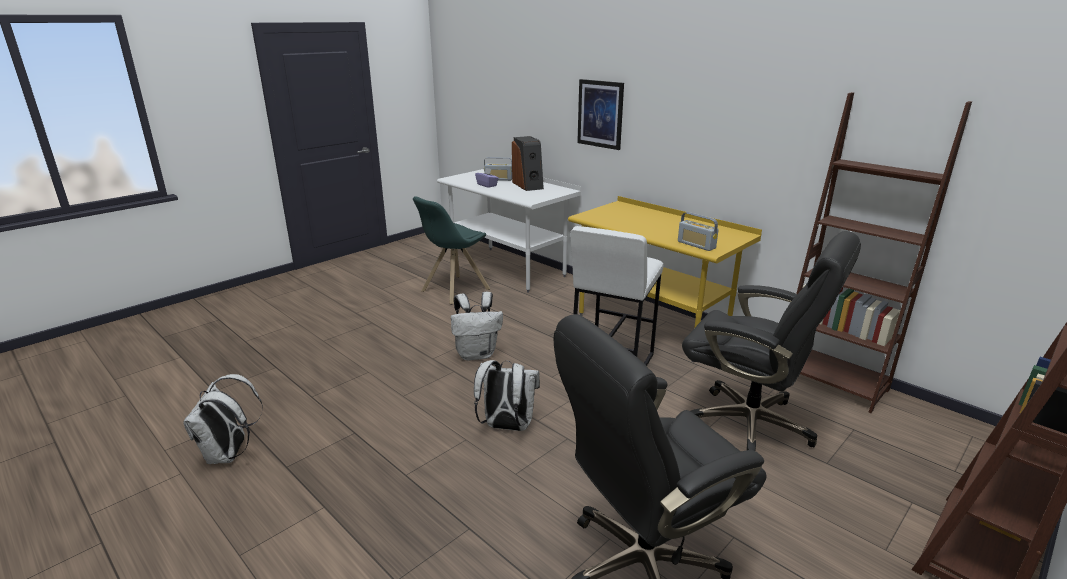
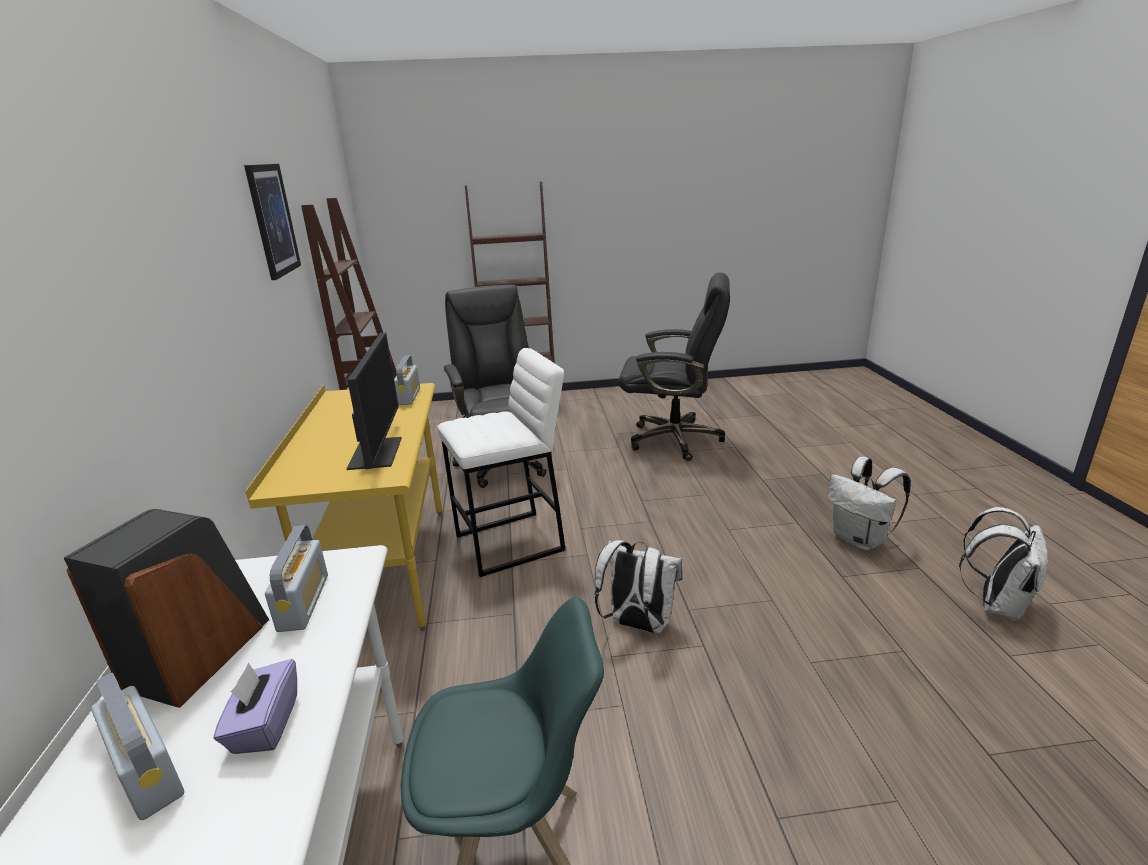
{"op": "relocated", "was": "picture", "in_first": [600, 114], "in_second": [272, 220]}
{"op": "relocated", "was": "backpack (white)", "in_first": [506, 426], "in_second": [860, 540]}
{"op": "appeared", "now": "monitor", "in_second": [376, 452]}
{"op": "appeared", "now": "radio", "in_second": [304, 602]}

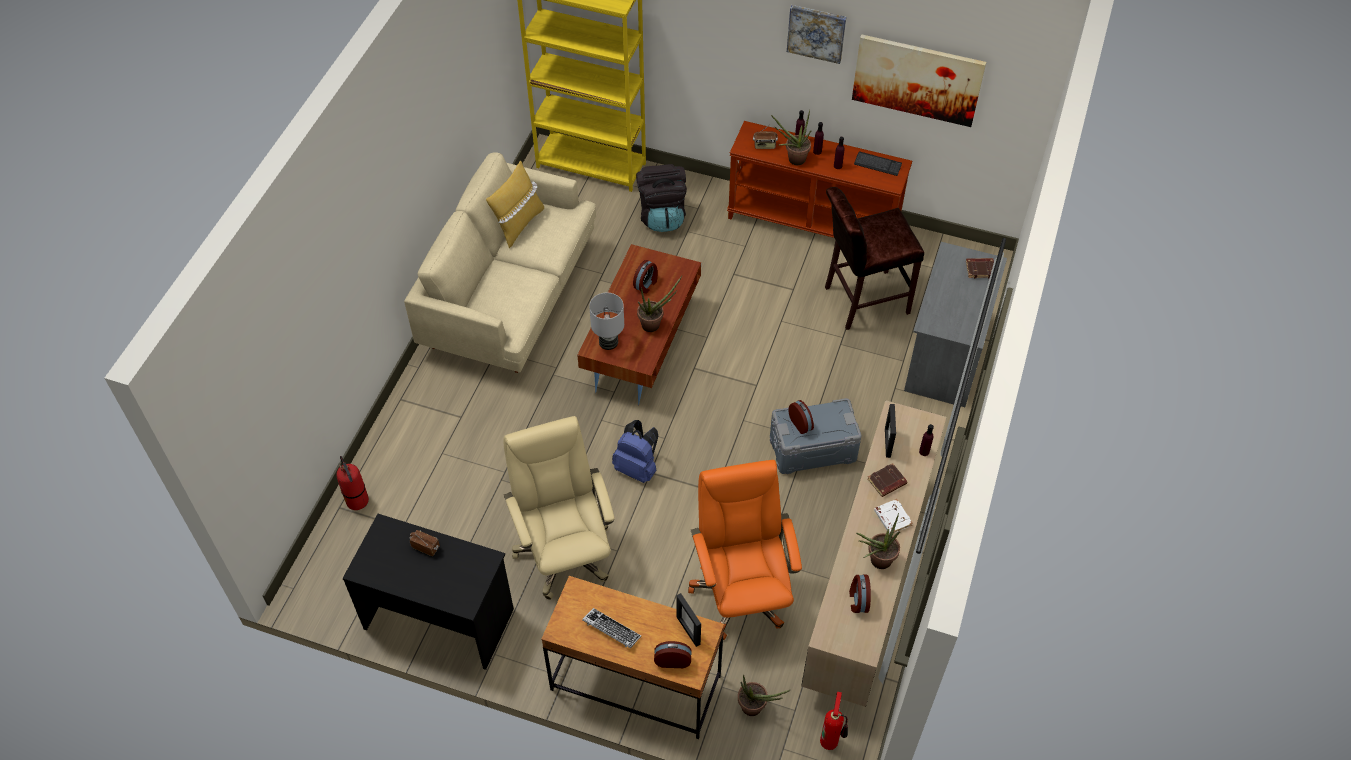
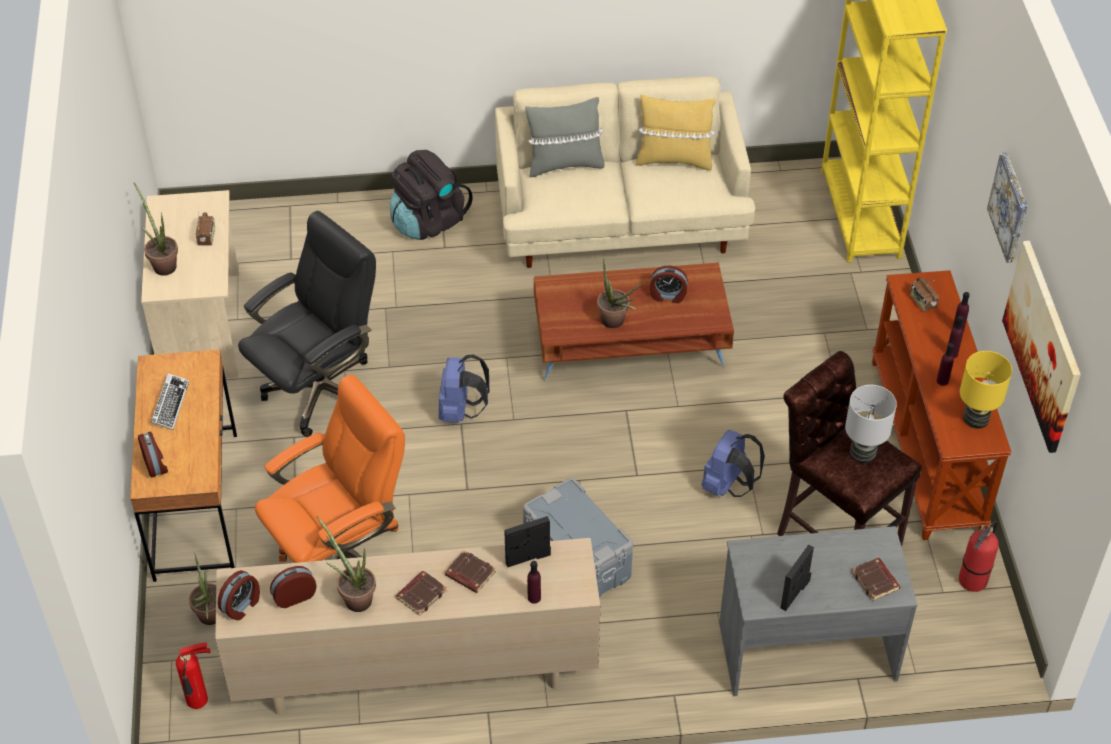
{"op": "relocated", "was": "potted plant", "in_first": [793, 159], "in_second": [162, 264]}
{"op": "exchanged", "was": "keyboard", "now": "table lamp (yellow)", "in_first": [877, 164], "in_second": [976, 419]}
{"op": "relocated", "was": "backpack (black)", "in_first": [662, 215], "in_second": [428, 221]}
{"op": "relocated", "was": "table lamp (grey)", "in_first": [608, 342], "in_second": [862, 453]}
{"op": "relocated", "was": "alarm clock", "in_first": [801, 423], "in_second": [242, 606]}
{"op": "colour", "was": "office chair (beige)", "now": "office chair (black)", "in_first": [565, 556], "in_second": [319, 393]}
{"op": "relocated", "was": "fire extinguisher", "in_first": [357, 501], "in_second": [973, 581]}
{"op": "colour", "was": "book (white)", "now": "book (brown)", "in_first": [892, 518], "in_second": [421, 594]}
{"op": "colour", "was": "desk (black)", "now": "desk (beige)", "in_first": [439, 617], "in_second": [203, 326]}
{"op": "relocated", "was": "picture frame", "in_first": [689, 630], "in_second": [795, 594]}
{"op": "appeared", "now": "pillow (grey)", "in_second": [564, 164]}
{"op": "appeared", "now": "backpack (blue)", "in_second": [728, 485]}

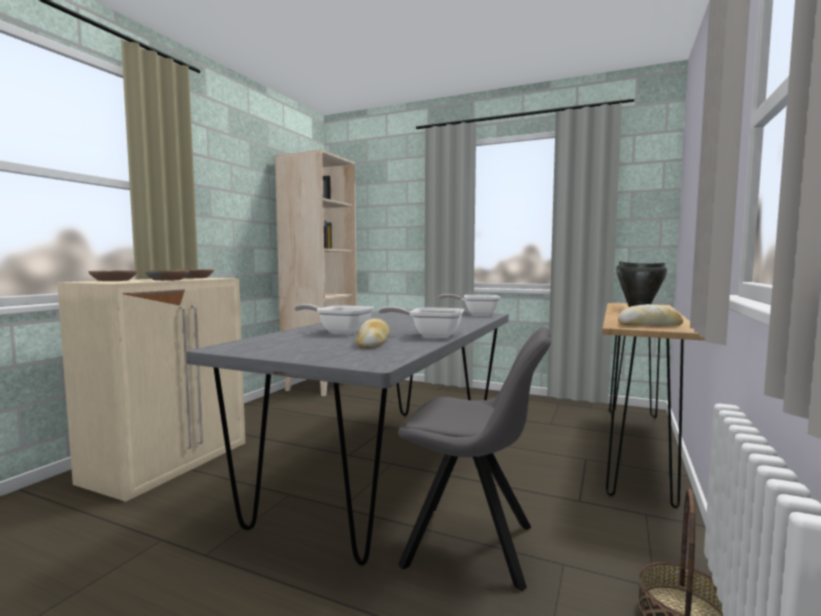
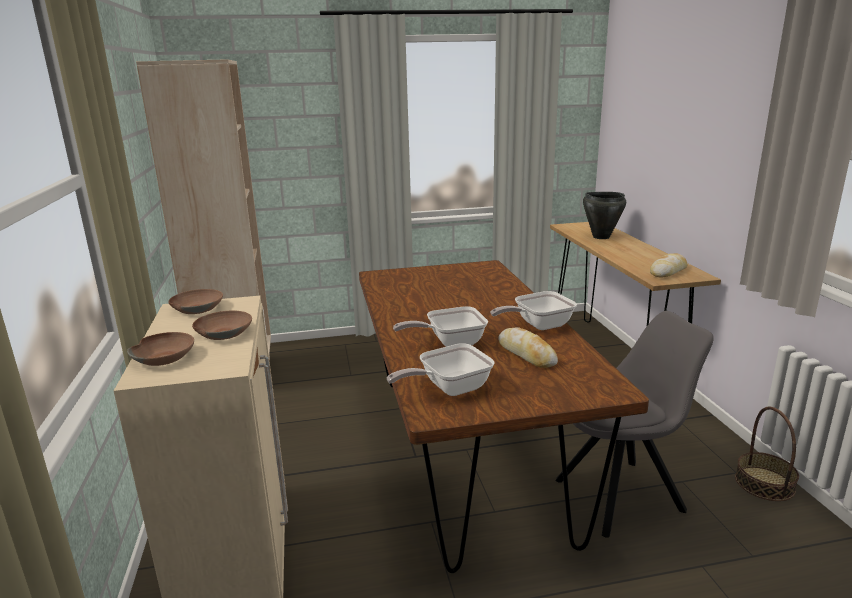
{"op": "relocated", "was": "frying pan", "in_first": [476, 313], "in_second": [449, 389]}
{"op": "colour", "was": "dining table (grey)", "now": "dining table (brown)", "in_first": [388, 464], "in_second": [466, 451]}

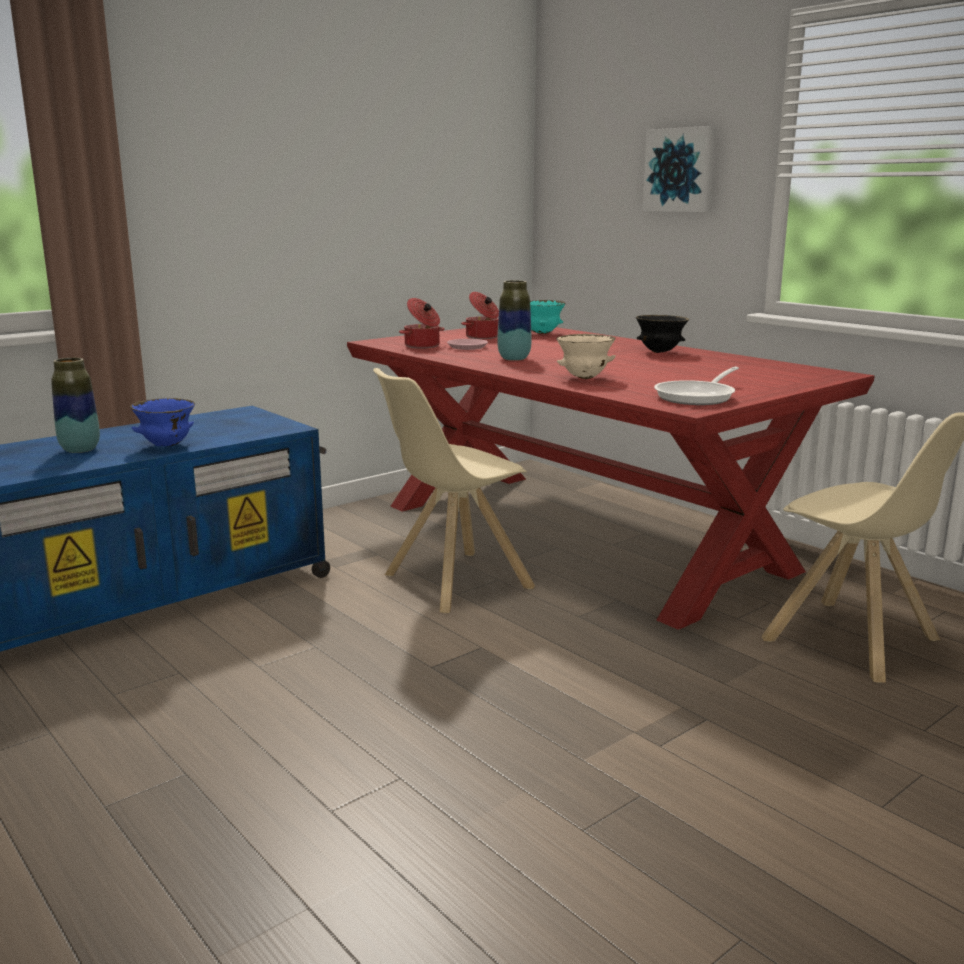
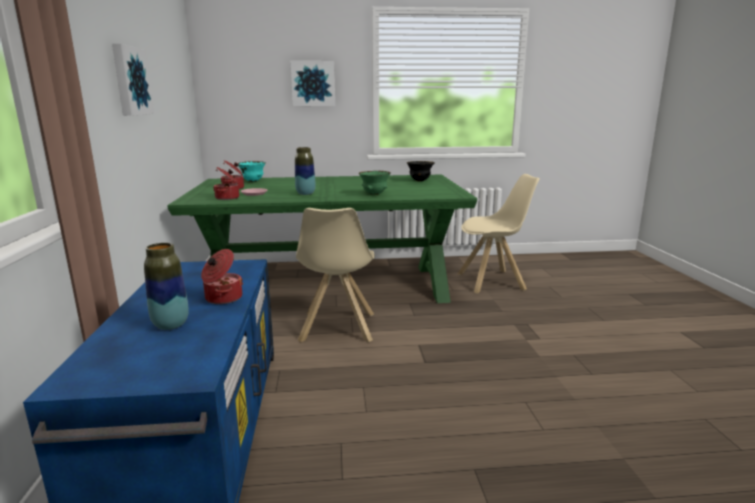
{"op": "relocated", "was": "bowl (black)", "in_first": [659, 352], "in_second": [420, 181]}
{"op": "colour", "was": "dining table (red)", "now": "dining table (green)", "in_first": [580, 536], "in_second": [331, 286]}
{"op": "colour", "was": "bowl (beige)", "now": "bowl (green)", "in_first": [585, 378], "in_second": [374, 194]}
{"op": "missing", "was": "frying pan", "in_first": [698, 397]}
{"op": "exchanged", "was": "bowl (blue)", "now": "cooking pot", "in_first": [166, 446], "in_second": [222, 298]}
{"op": "appeared", "now": "picture", "in_second": [130, 81]}

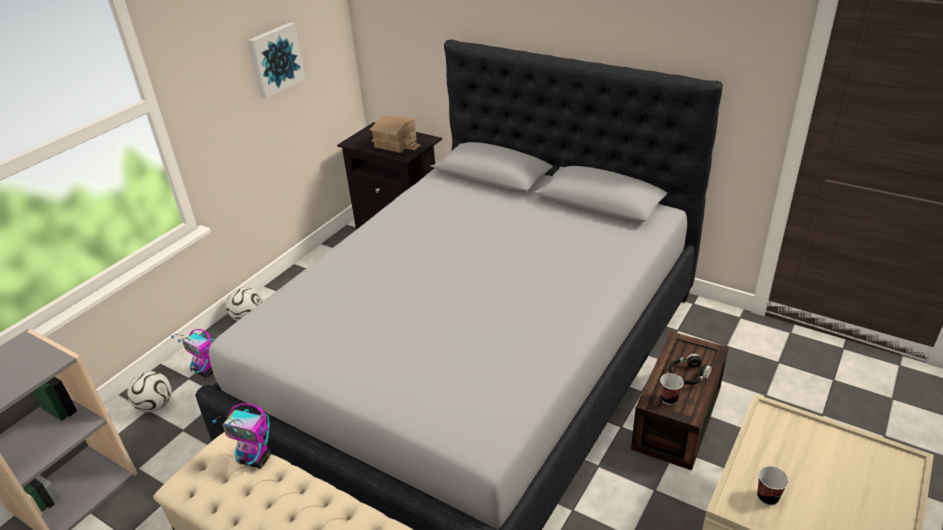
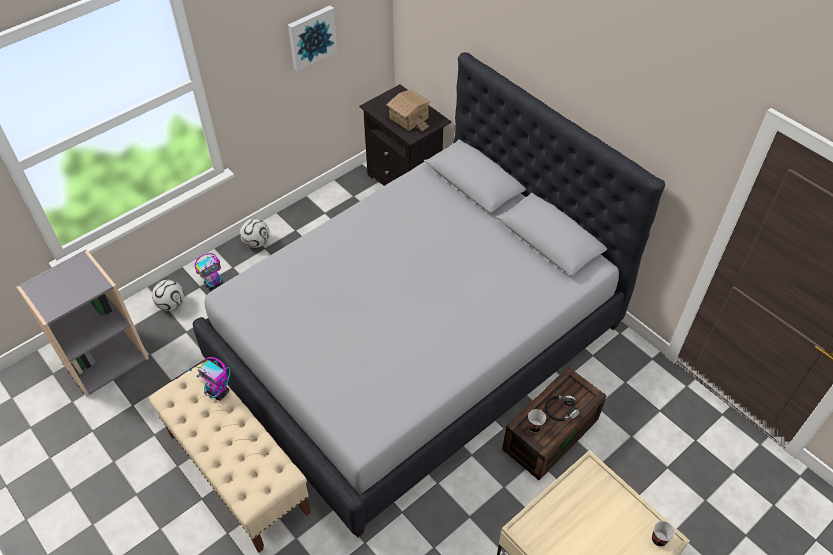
{"op": "spun", "was": "toy robot", "in_first": [206, 371], "in_second": [213, 284], "clockwise": -90}
{"op": "relocated", "was": "cup", "in_first": [767, 497], "in_second": [658, 539]}

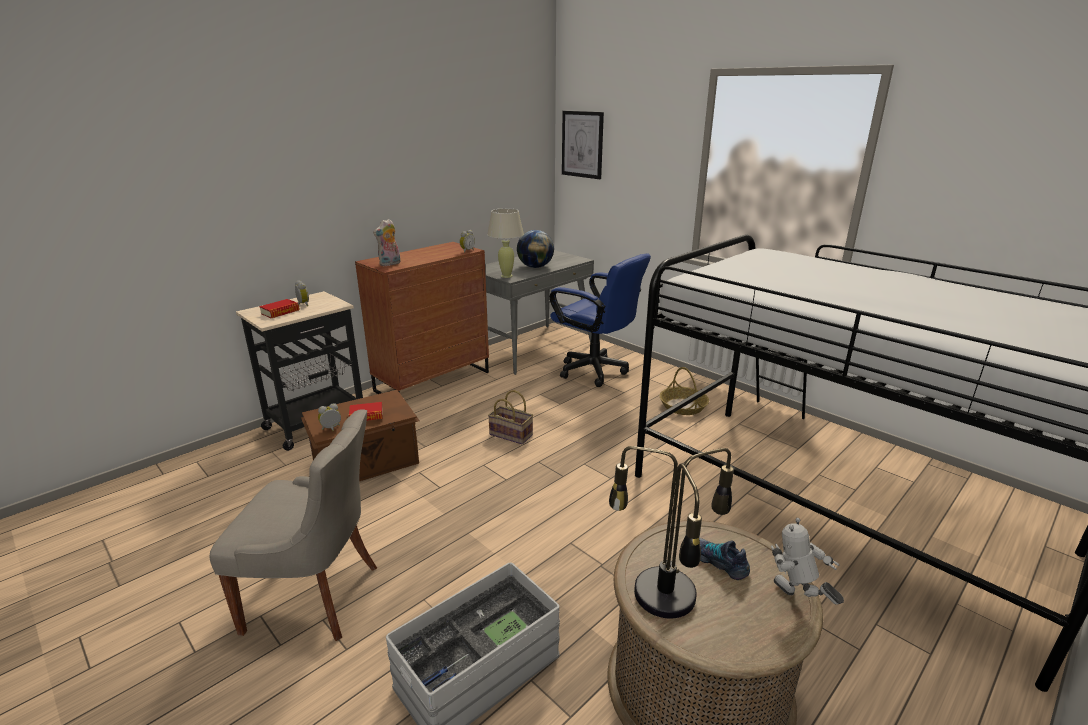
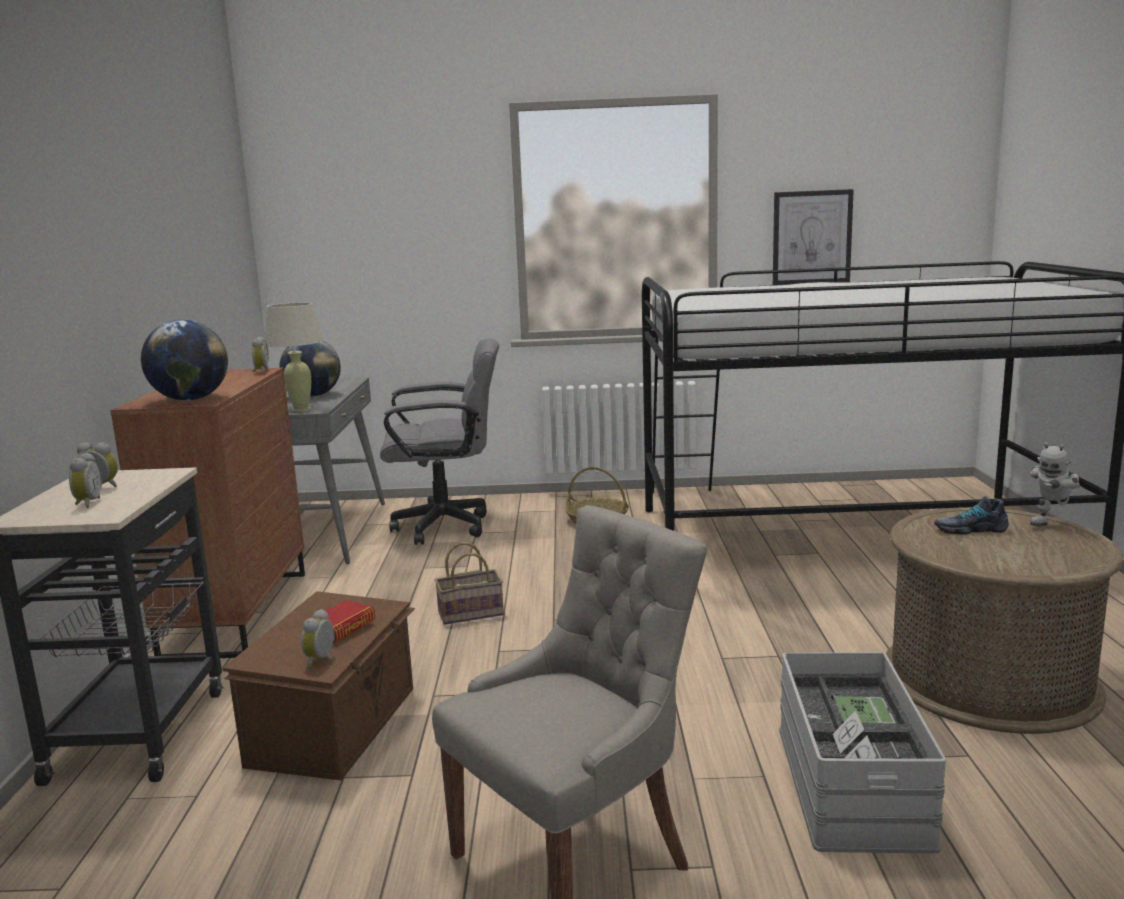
{"op": "relocated", "was": "picture", "in_first": [582, 144], "in_second": [811, 238]}
{"op": "exchanged", "was": "plush toy", "now": "globe", "in_first": [390, 264], "in_second": [190, 399]}
{"op": "colour", "was": "office chair (blue)", "now": "office chair (grey)", "in_first": [596, 372], "in_second": [448, 526]}
{"op": "exchanged", "was": "book", "now": "alarm clock", "in_first": [280, 312], "in_second": [87, 503]}
{"op": "missing", "was": "table lamp", "in_first": [664, 595]}
{"op": "spun", "was": "toy robot", "in_first": [796, 601], "in_second": [1051, 523], "clockwise": -45}

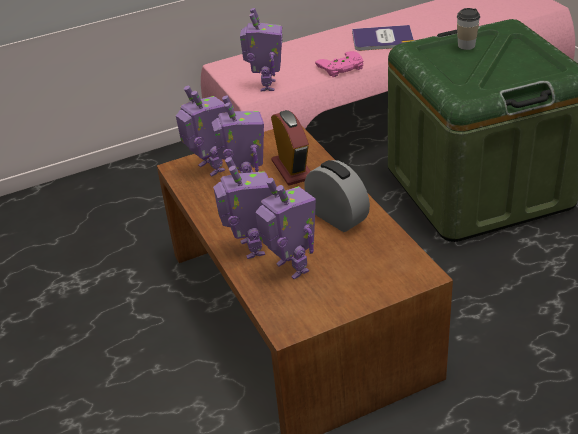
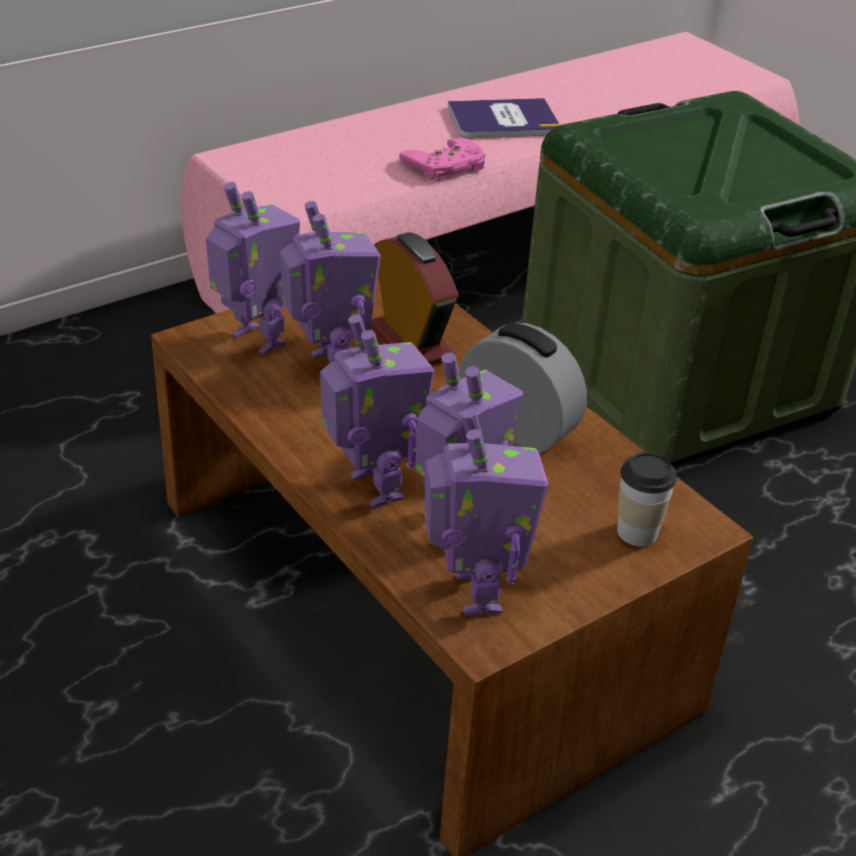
{"op": "relocated", "was": "toy robot", "in_first": [266, 85], "in_second": [474, 593]}
{"op": "relocated", "was": "cup", "in_first": [466, 45], "in_second": [637, 532]}

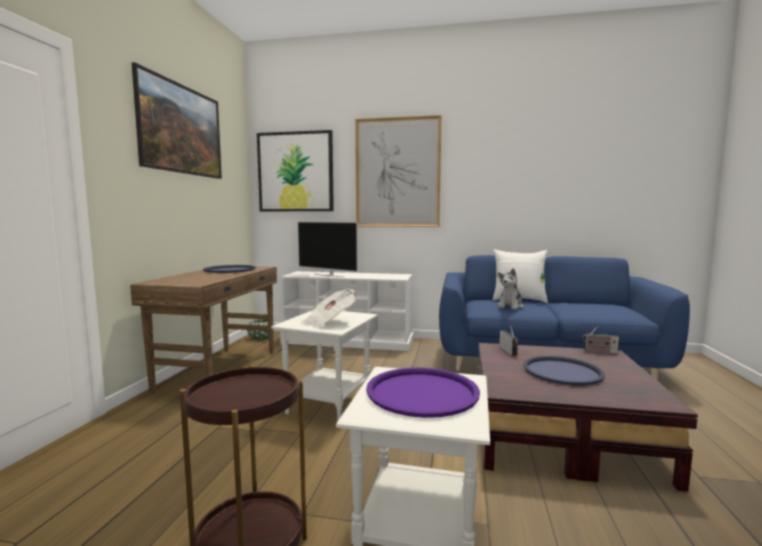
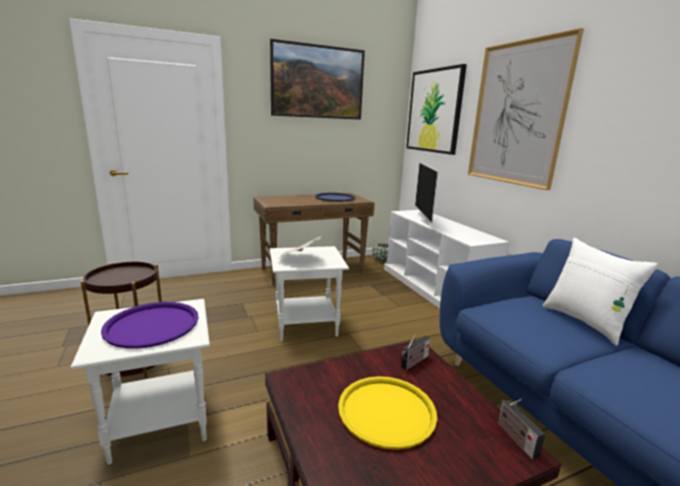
{"op": "missing", "was": "plush toy", "in_first": [510, 306]}
{"op": "colour", "was": "tray (blue)", "now": "tray (yellow)", "in_first": [562, 371], "in_second": [387, 411]}

